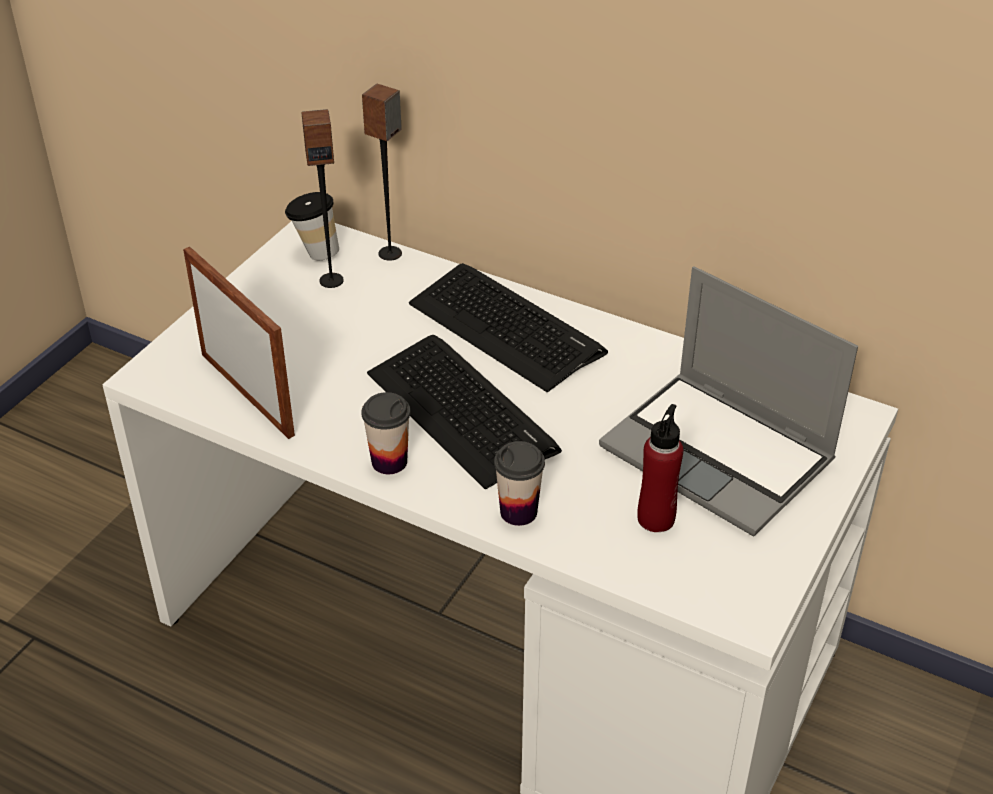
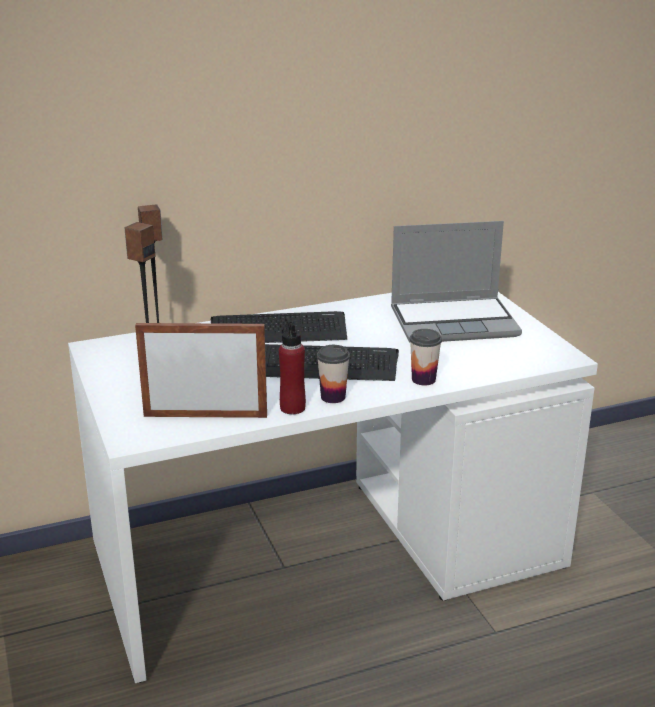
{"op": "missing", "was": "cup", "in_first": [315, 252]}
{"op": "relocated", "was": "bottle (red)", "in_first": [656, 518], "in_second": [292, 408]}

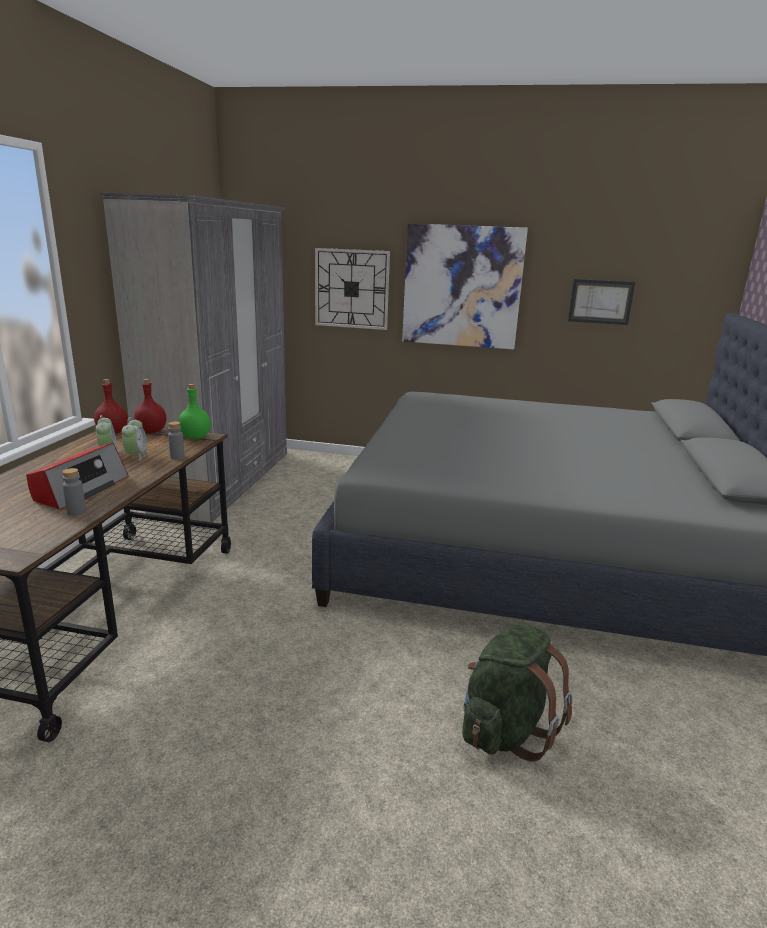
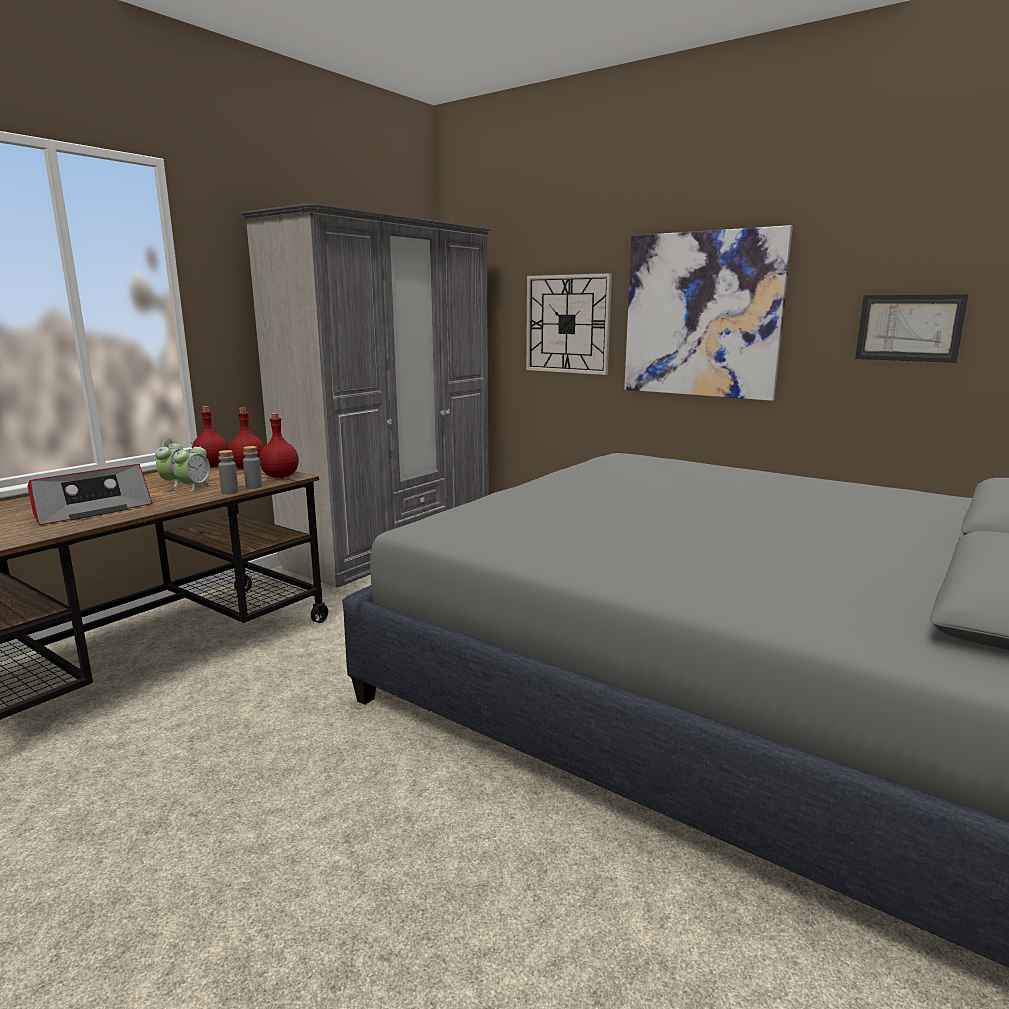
{"op": "colour", "was": "bottle (green)", "now": "bottle (red)", "in_first": [195, 437], "in_second": [280, 476]}
{"op": "relocated", "was": "bottle (grey)", "in_first": [76, 512], "in_second": [254, 487]}
{"op": "missing", "was": "backpack (green)", "in_first": [505, 730]}

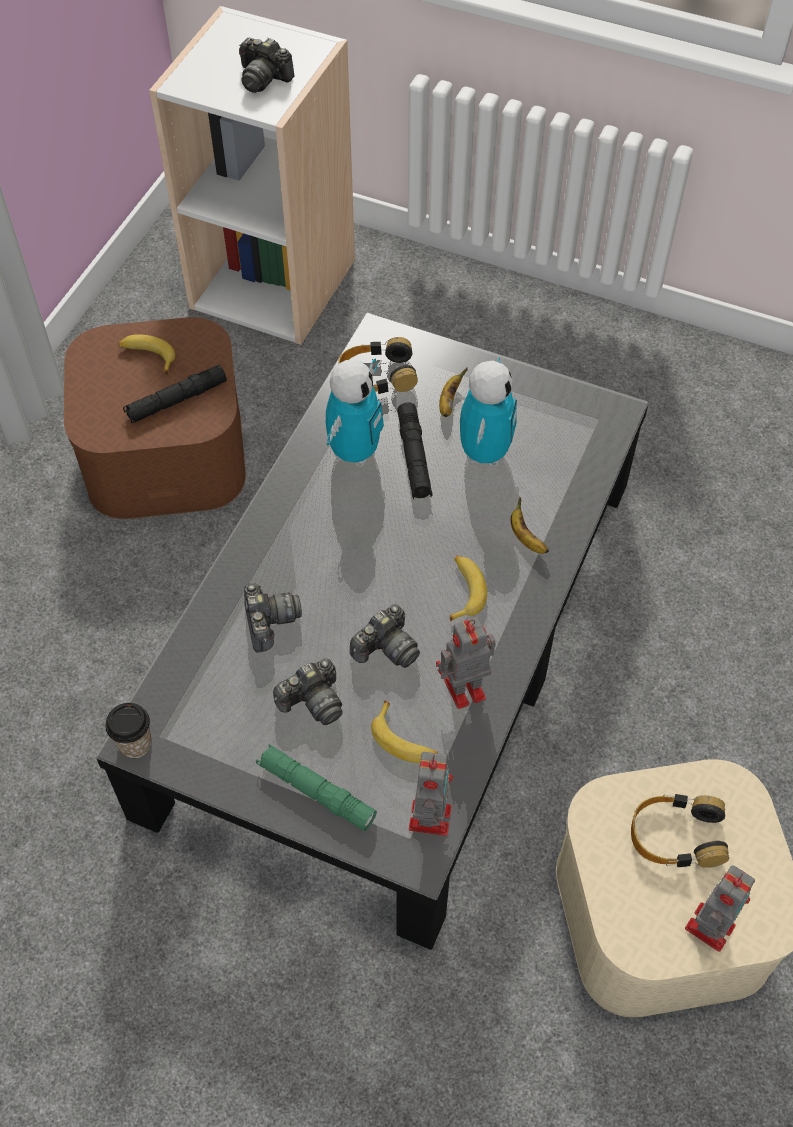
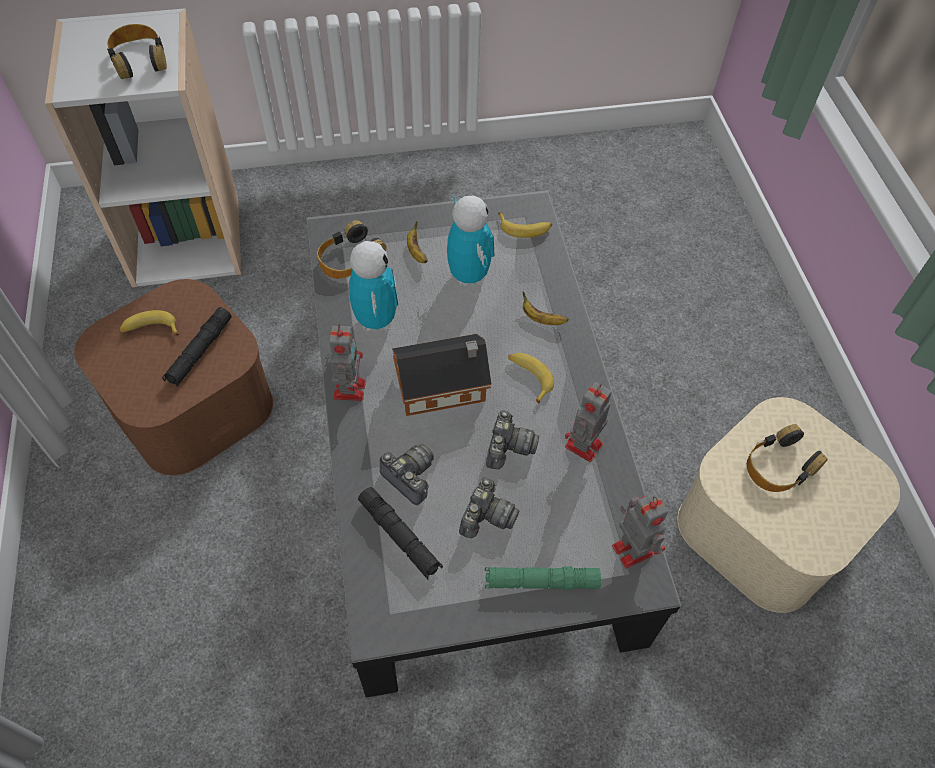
{"op": "exchanged", "was": "photo camera", "now": "headphones", "in_first": [263, 78], "in_second": [139, 59]}
{"op": "relocated", "was": "flashlight (black)", "in_first": [414, 457], "in_second": [399, 536]}
{"op": "relocated", "was": "banana", "in_first": [404, 740], "in_second": [524, 228]}
{"op": "missing", "was": "cup", "in_first": [135, 743]}
{"op": "relocated", "was": "toy robot", "in_first": [711, 925], "in_second": [350, 388]}
{"op": "appeared", "now": "toy house", "in_second": [444, 386]}

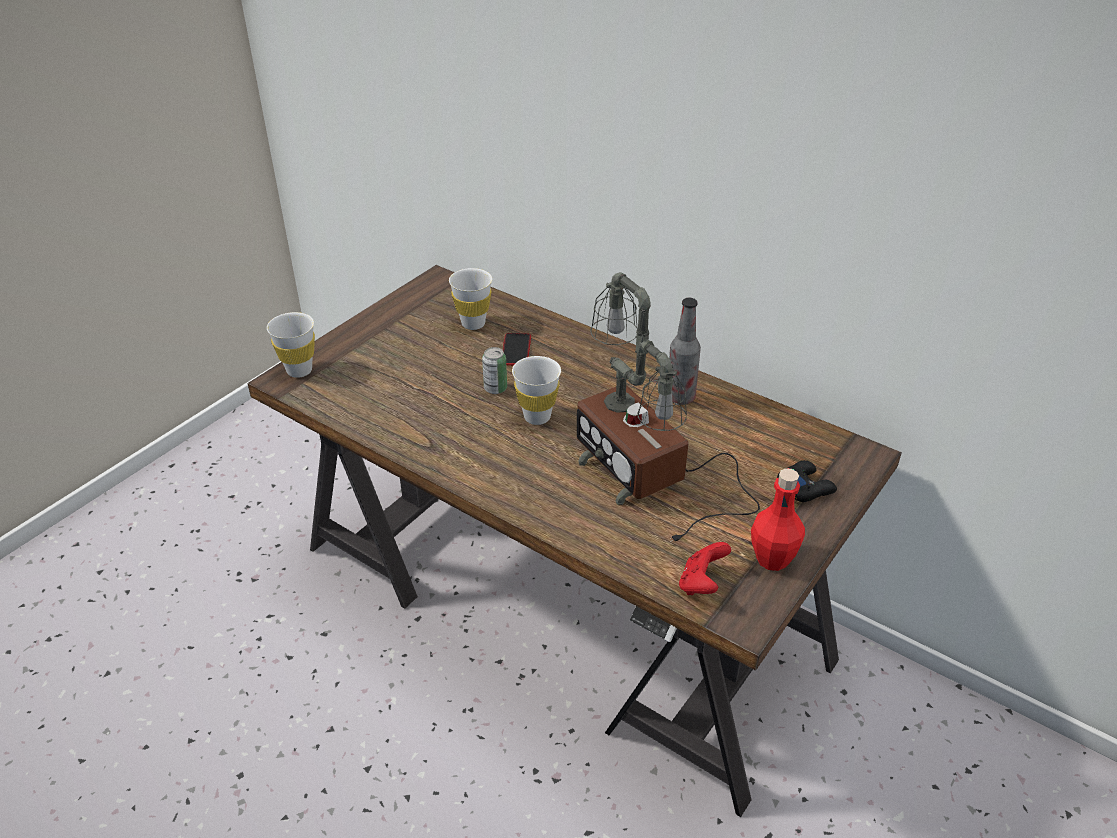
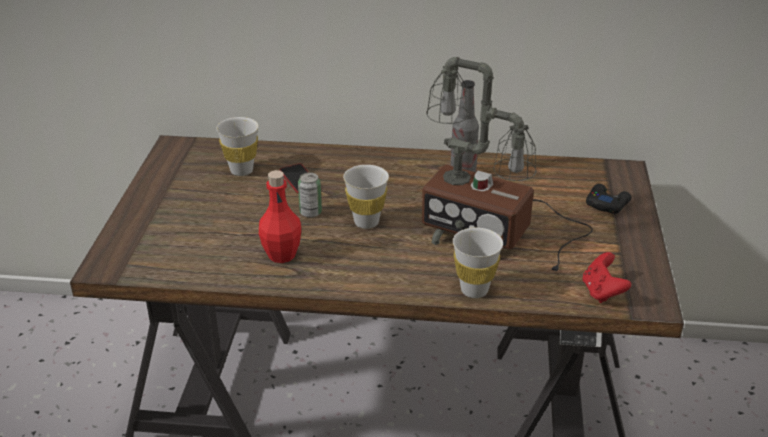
{"op": "relocated", "was": "cup (white)", "in_first": [299, 370], "in_second": [474, 290]}
{"op": "relocated", "was": "bottle (red)", "in_first": [772, 559], "in_second": [281, 255]}

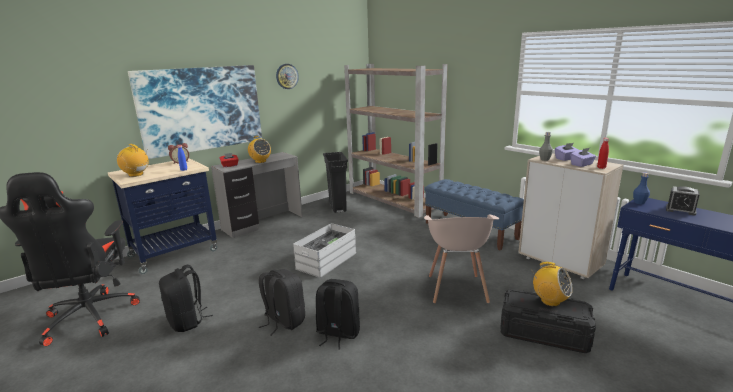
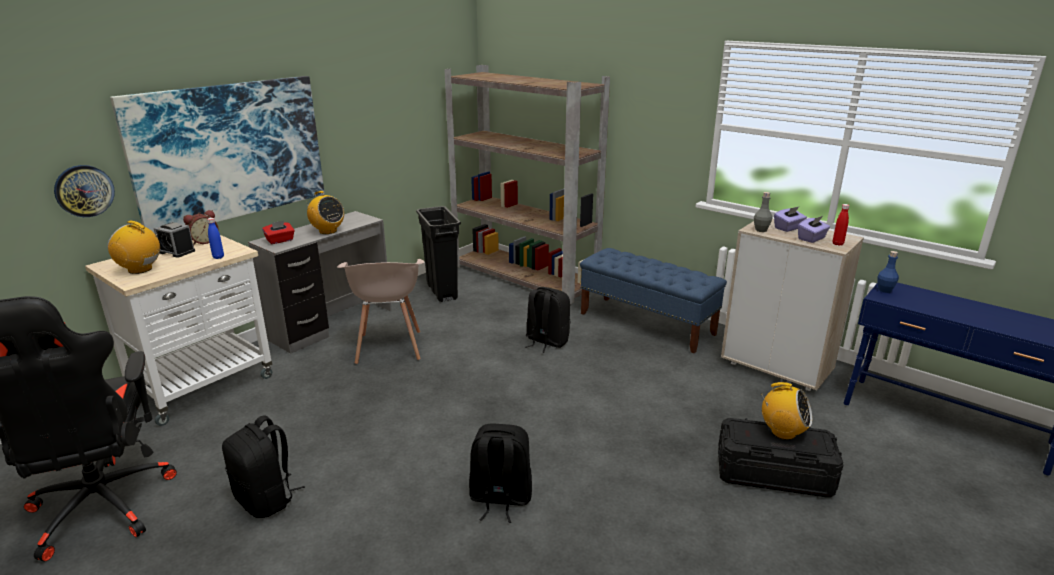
{"op": "relocated", "was": "wall clock", "in_first": [287, 76], "in_second": [84, 191]}
{"op": "colour", "was": "cart (blue)", "now": "cart (white)", "in_first": [174, 253], "in_second": [202, 385]}
{"op": "relocated", "was": "alarm clock", "in_first": [680, 210], "in_second": [177, 251]}
{"op": "relocated", "was": "chair (beige)", "in_first": [457, 289], "in_second": [389, 348]}
{"op": "missing", "was": "storage box (grey)", "in_first": [327, 260]}
{"op": "relocated", "was": "backpack (black)", "in_first": [283, 321], "in_second": [546, 341]}

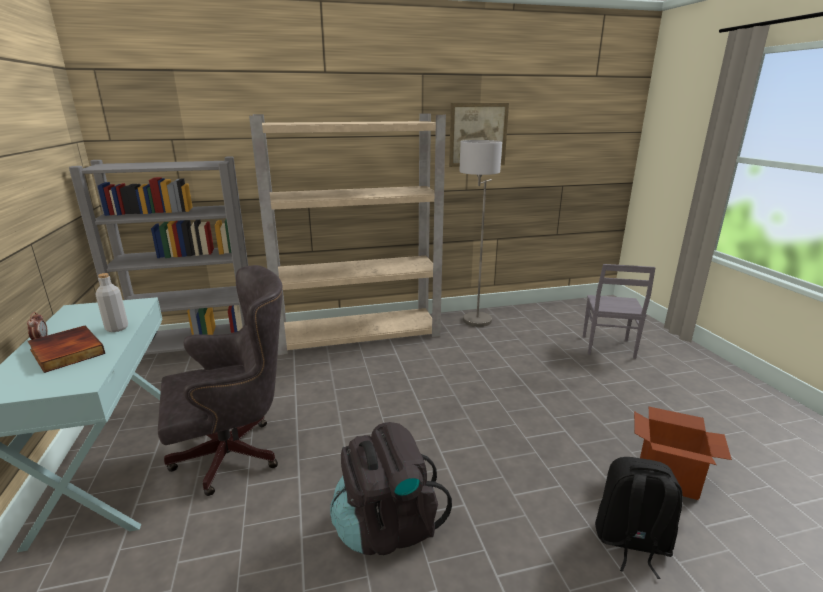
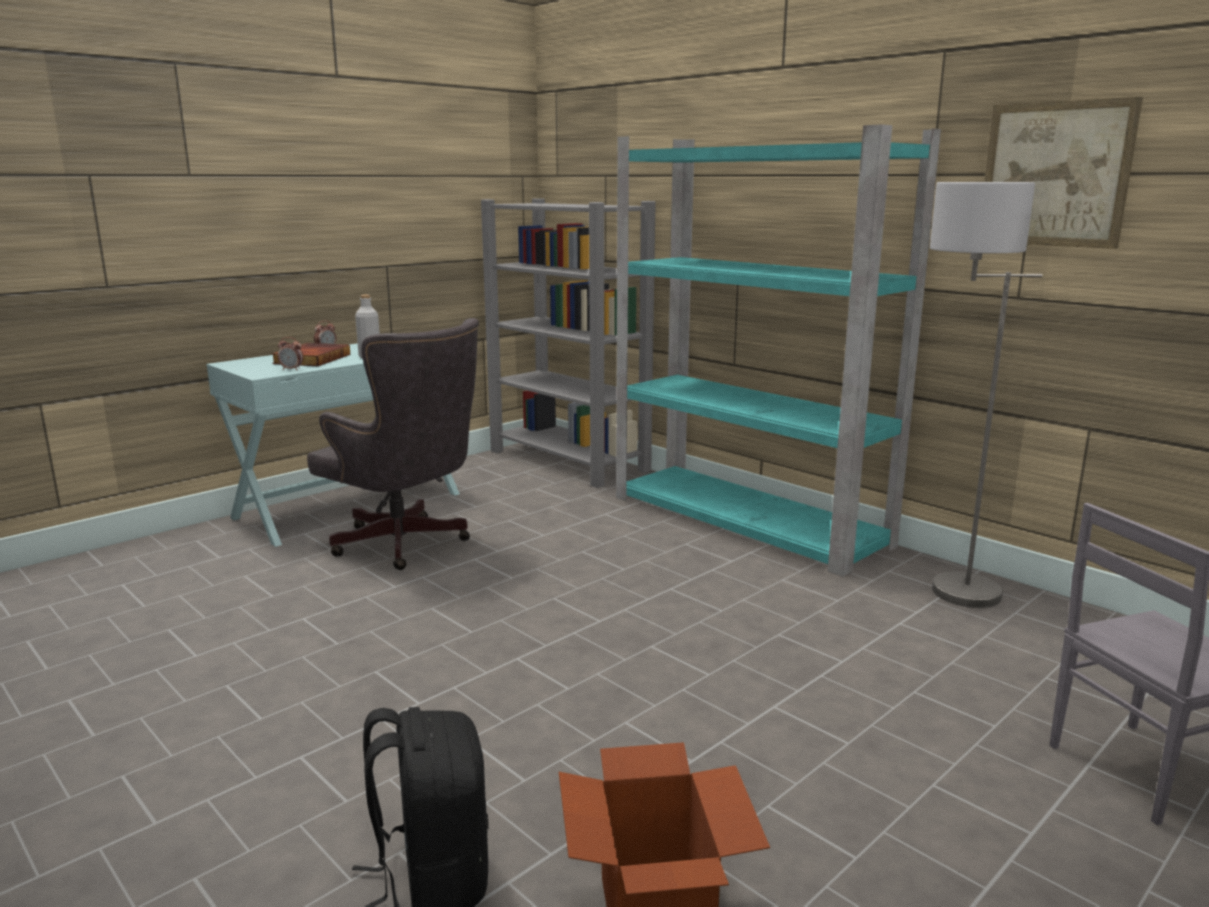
{"op": "colour", "was": "bookcase (beige)", "now": "bookcase (turquoise)", "in_first": [358, 333], "in_second": [747, 521]}
{"op": "missing", "was": "backpack (black)", "in_first": [387, 526]}
{"op": "appeared", "now": "alarm clock", "in_second": [292, 369]}

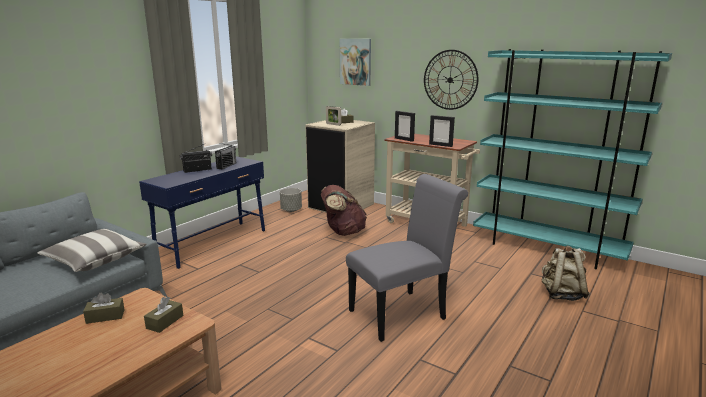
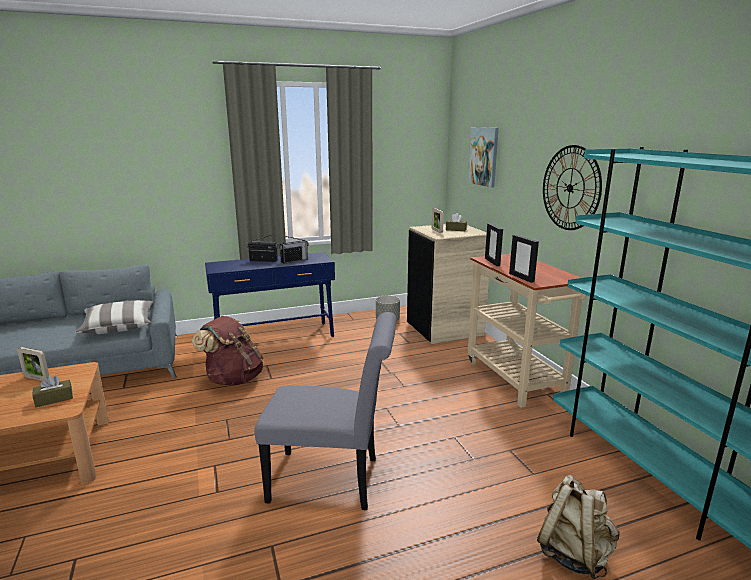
{"op": "relocated", "was": "backpack (brown)", "in_first": [343, 232], "in_second": [233, 379]}
{"op": "exchanged", "was": "tissue box (brown)", "now": "picture frame", "in_first": [105, 316], "in_second": [36, 378]}

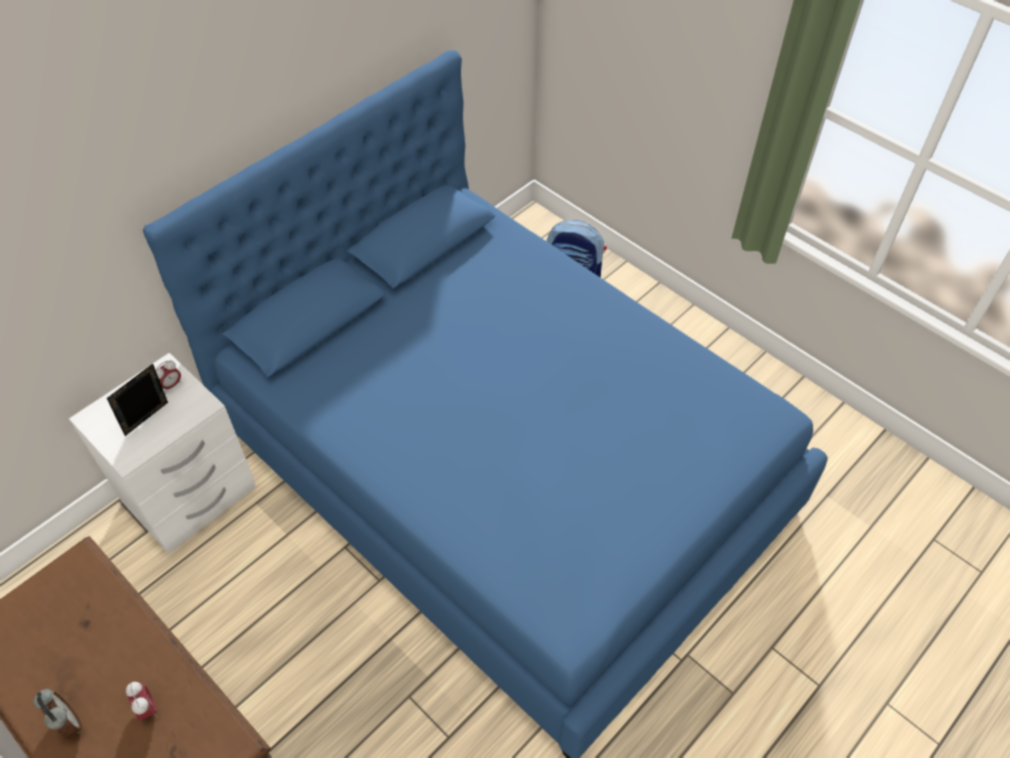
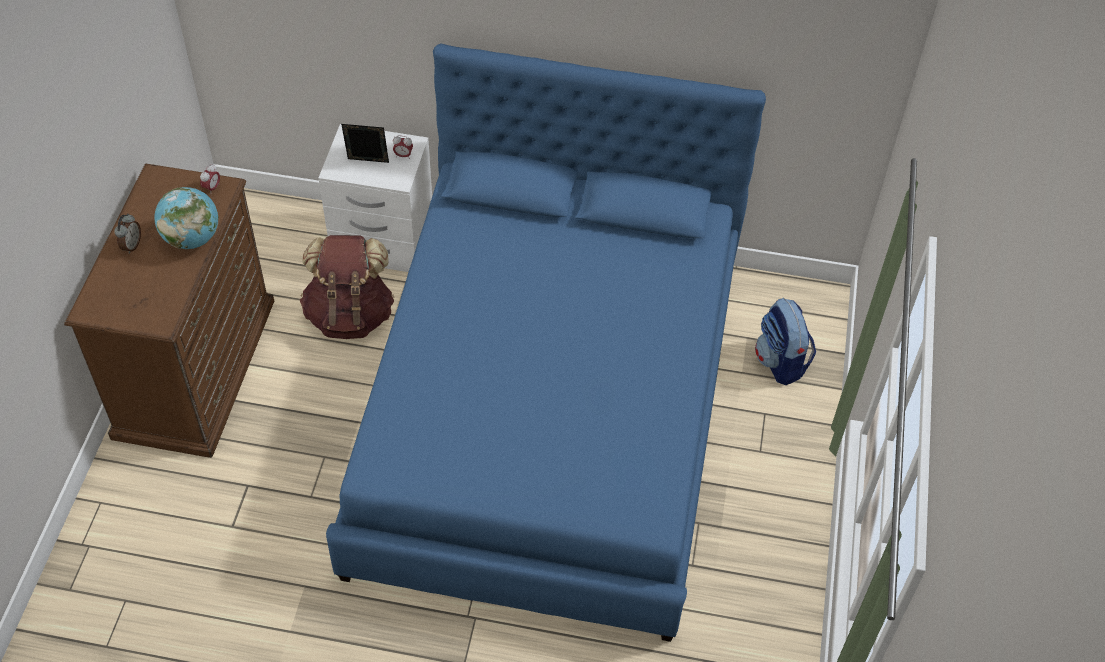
{"op": "relocated", "was": "alarm clock", "in_first": [148, 709], "in_second": [212, 188]}
{"op": "appeared", "now": "globe", "in_second": [192, 238]}
{"op": "appeared", "now": "backpack (brown)", "in_second": [350, 315]}

